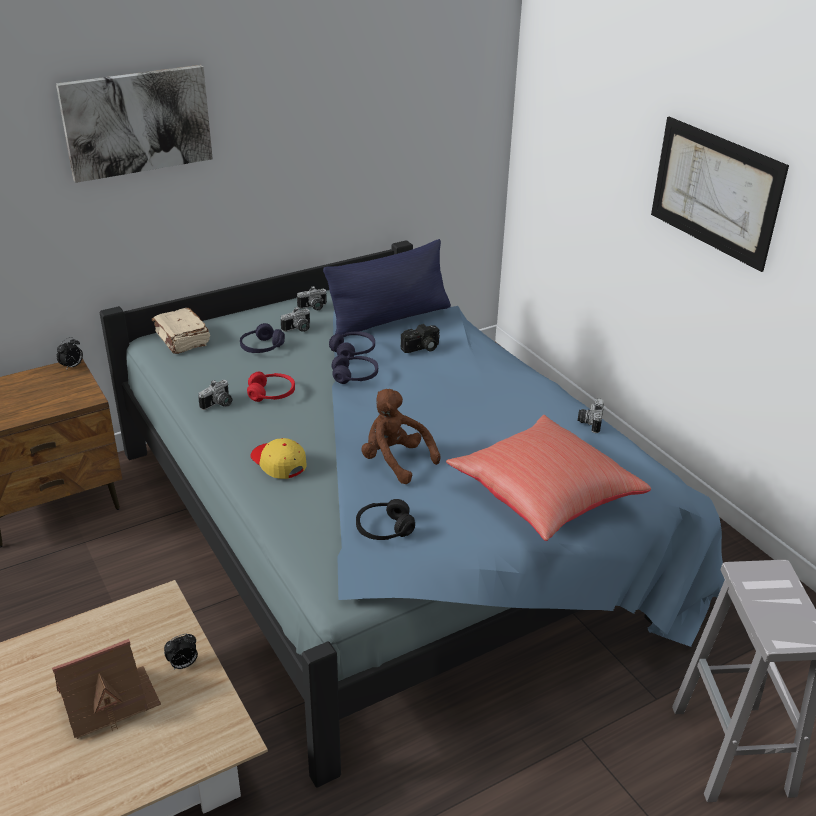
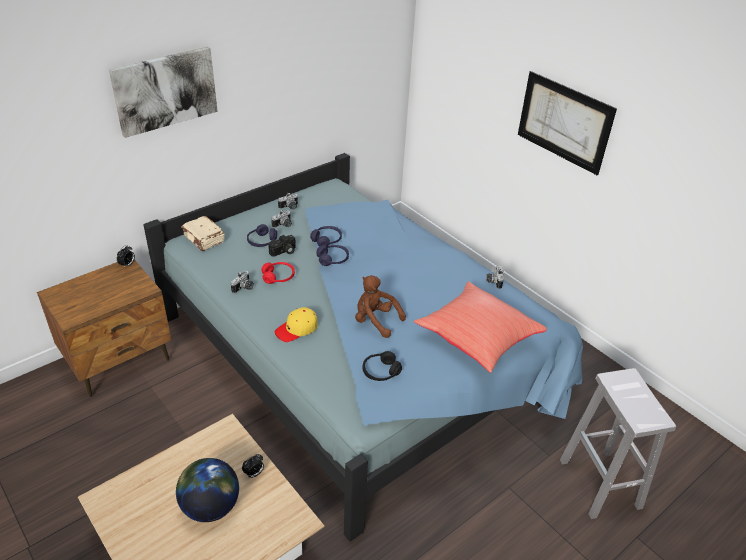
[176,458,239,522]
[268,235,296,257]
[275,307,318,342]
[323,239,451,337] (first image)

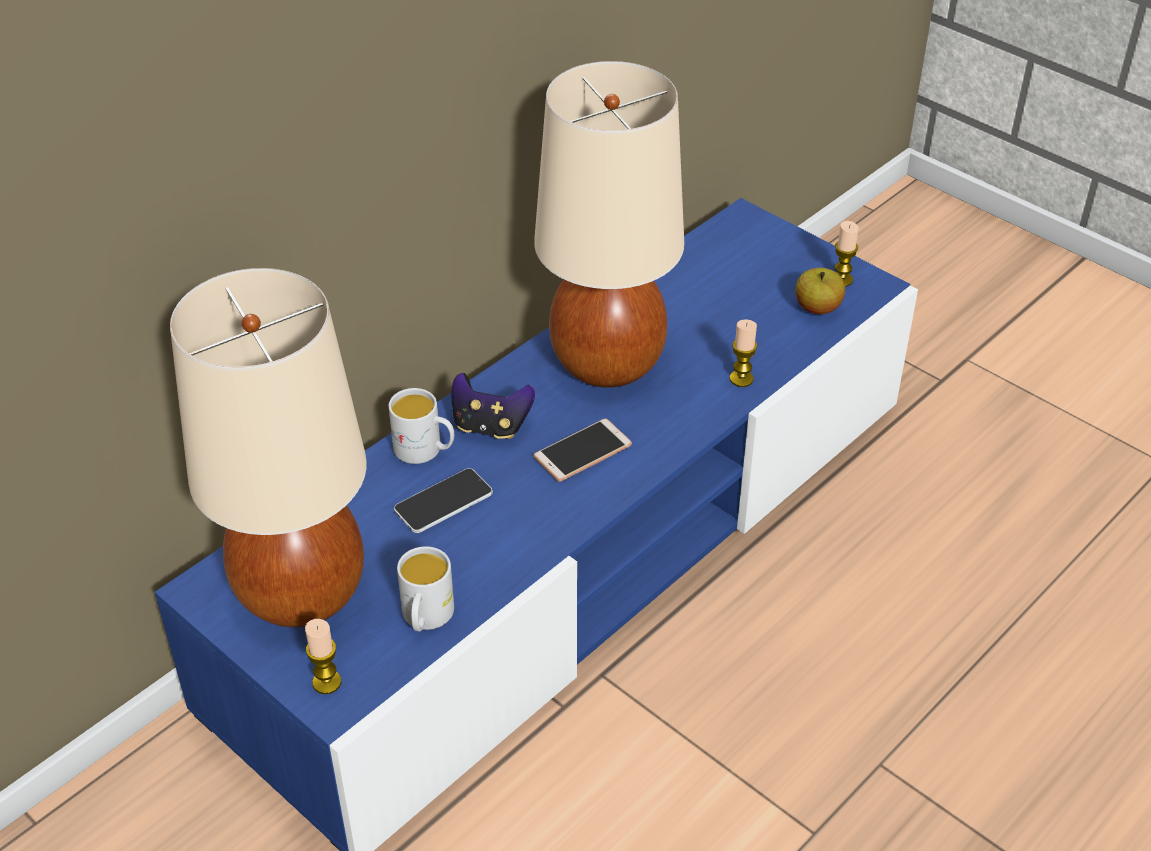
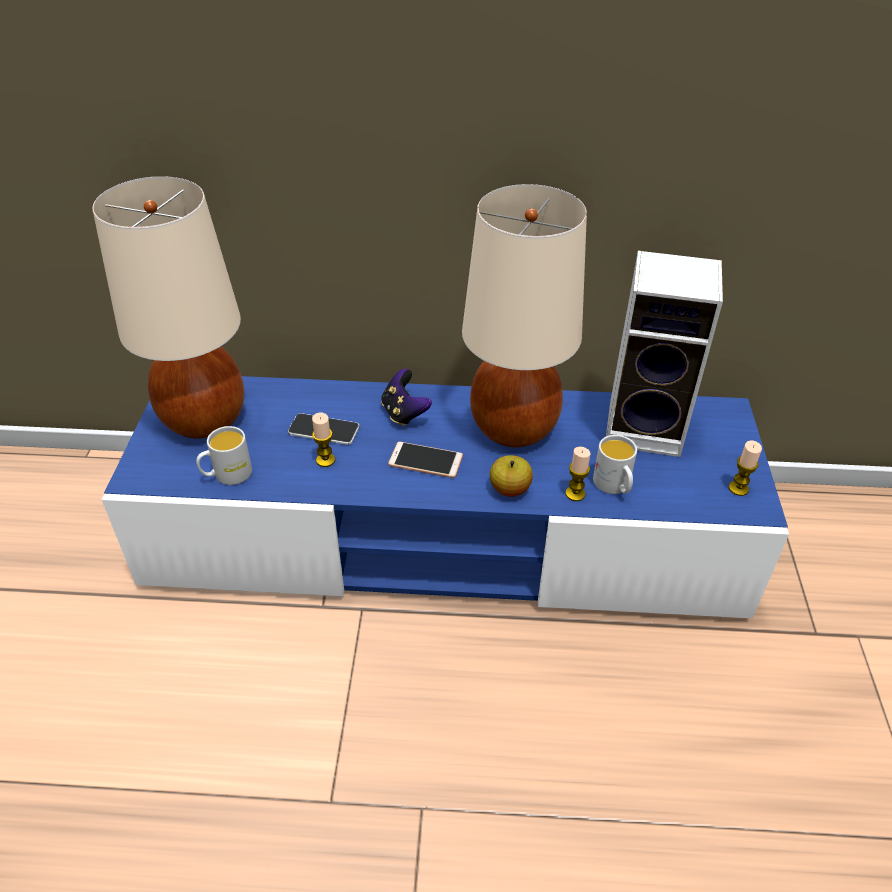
[312,413,335,467]
[490,455,533,497]
[593,435,637,494]
[606,251,723,457]

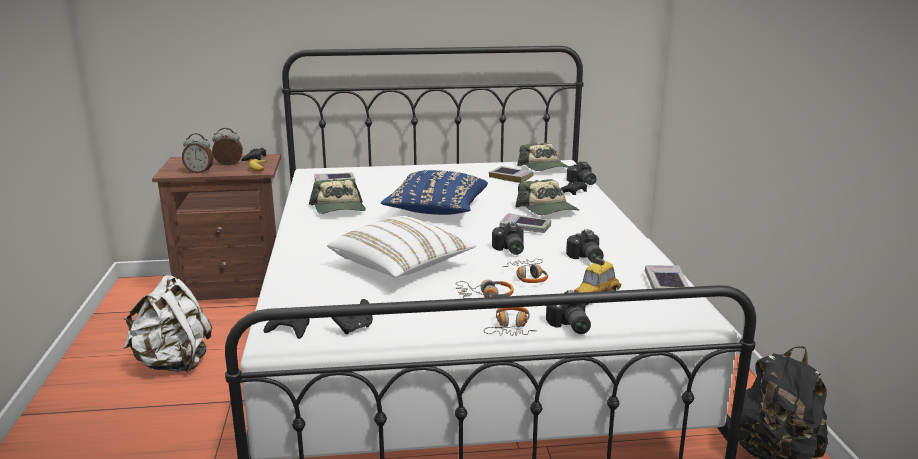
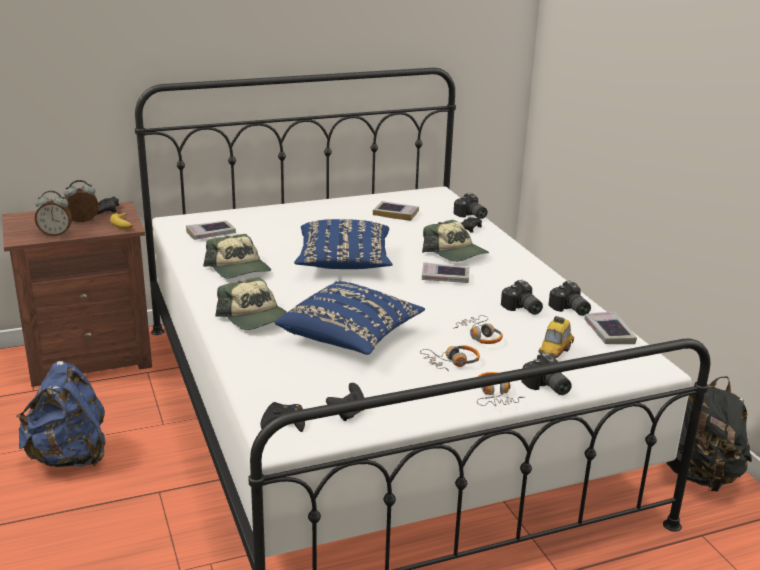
[16,361,106,467]
[215,277,287,330]
[275,281,425,355]
[548,281,591,316]

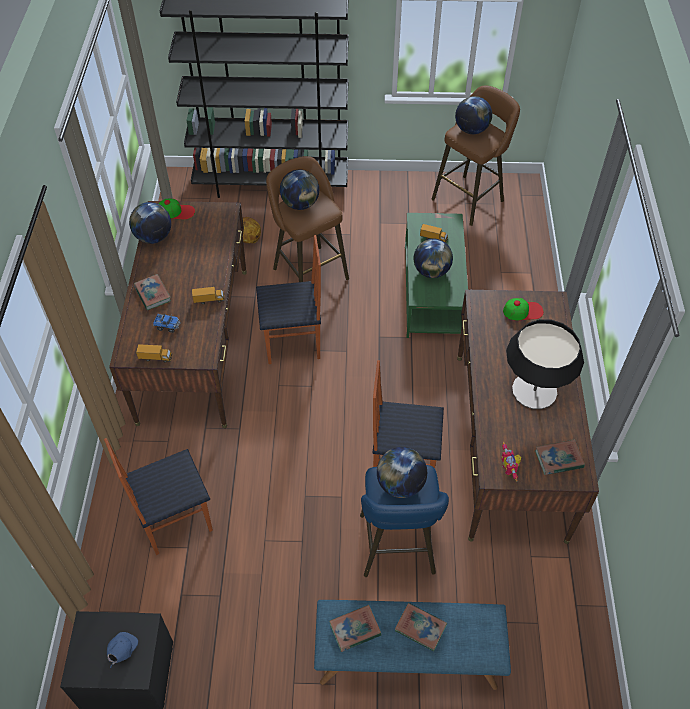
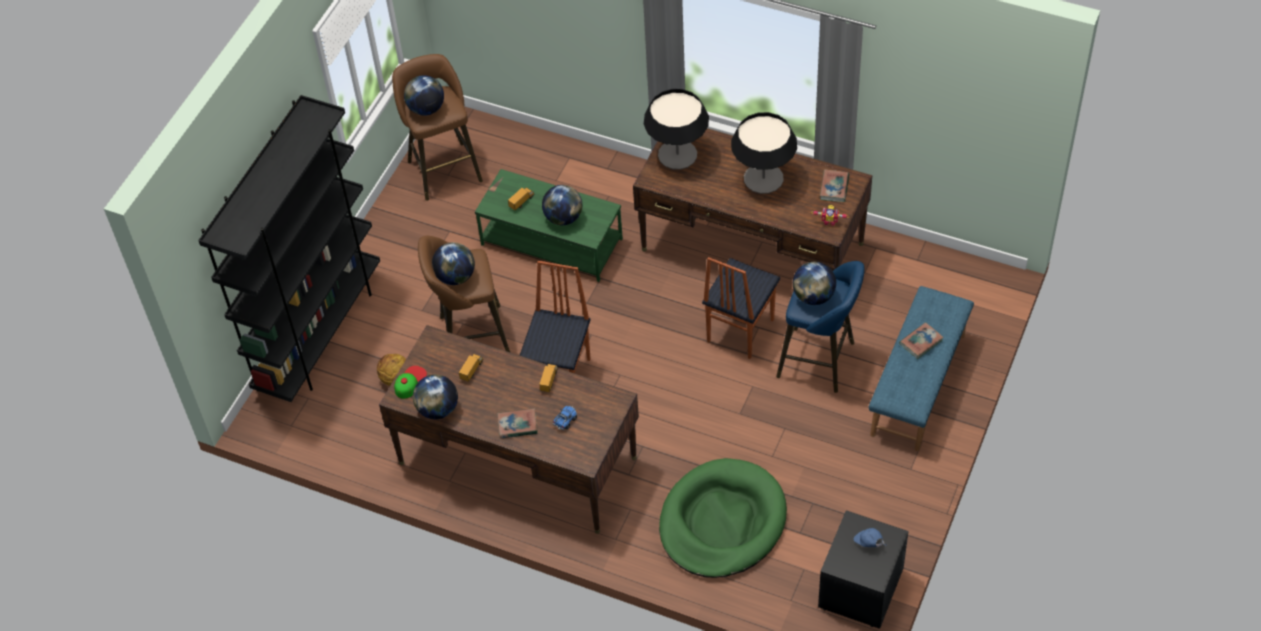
[459,354,483,382]
[644,89,709,170]
[659,458,787,578]
[329,605,381,652] (first image)

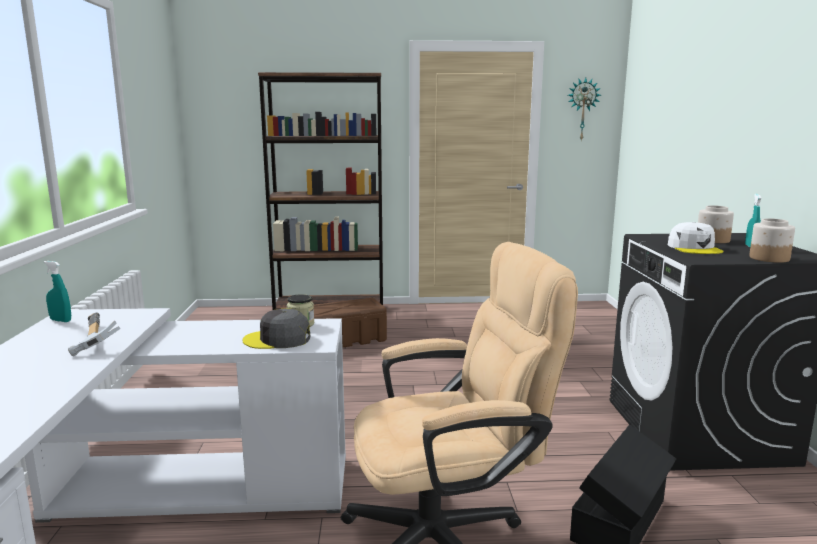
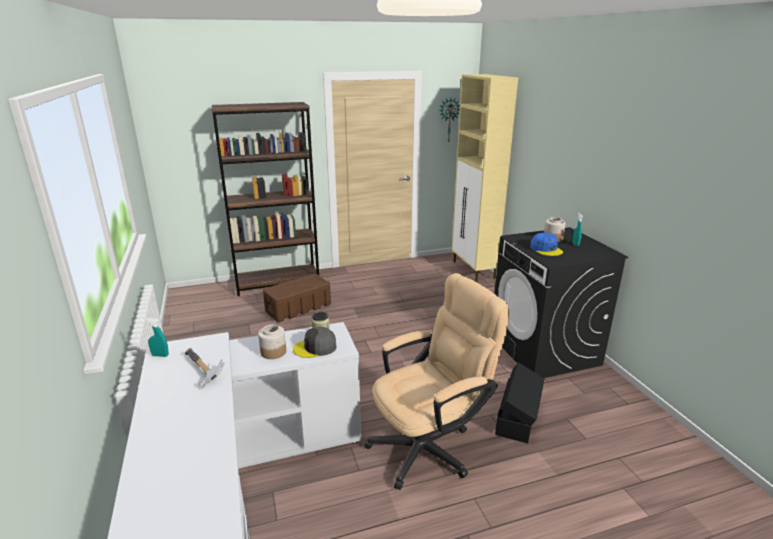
[258,324,286,359]
[452,74,518,282]
[530,233,563,256]

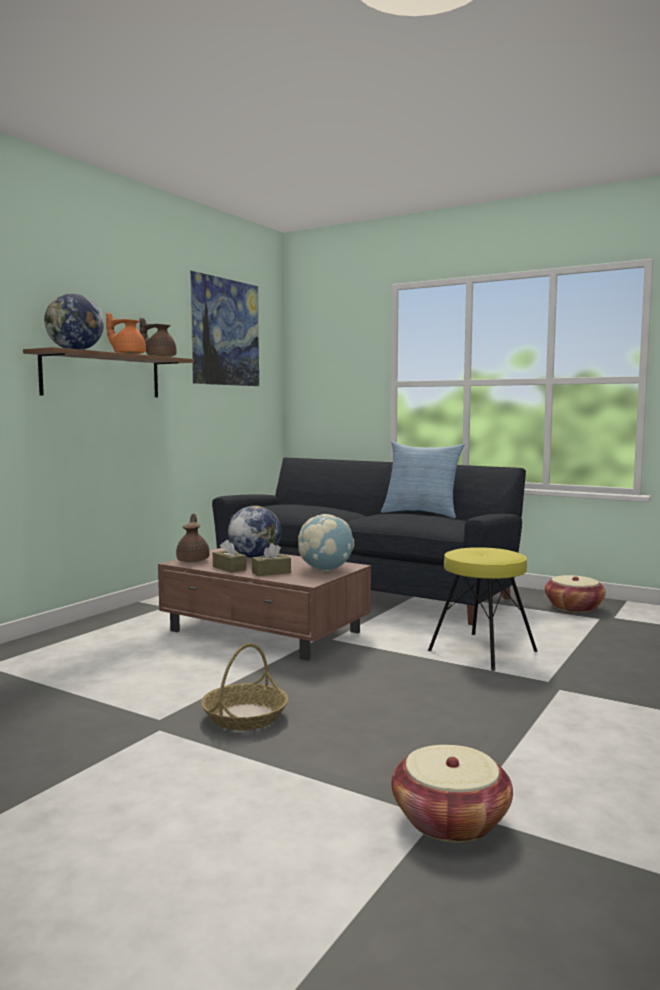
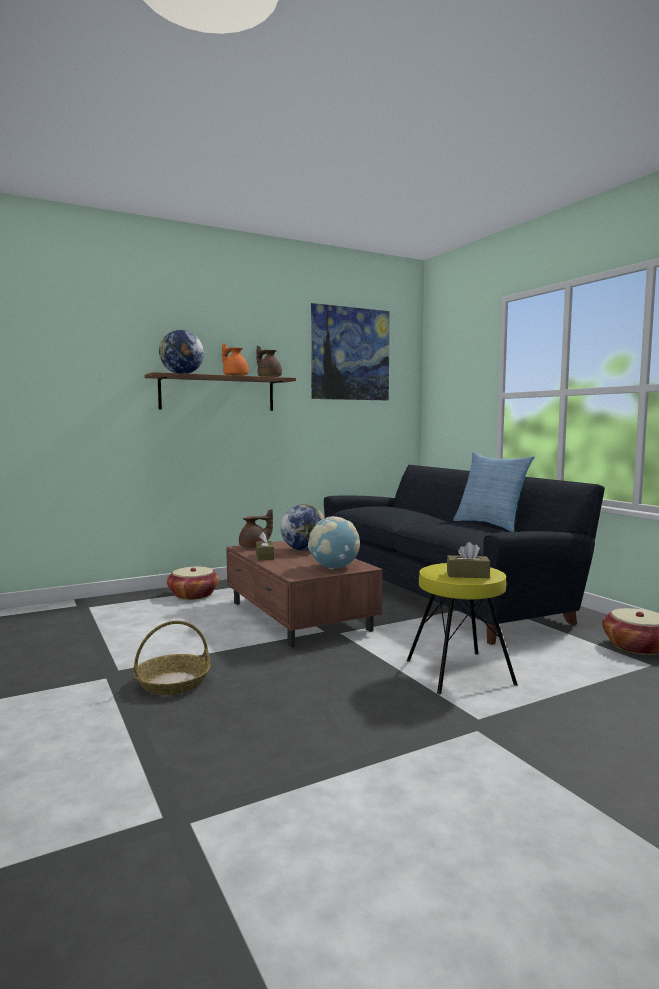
[167,566,219,600]
[239,509,273,548]
[447,542,490,578]

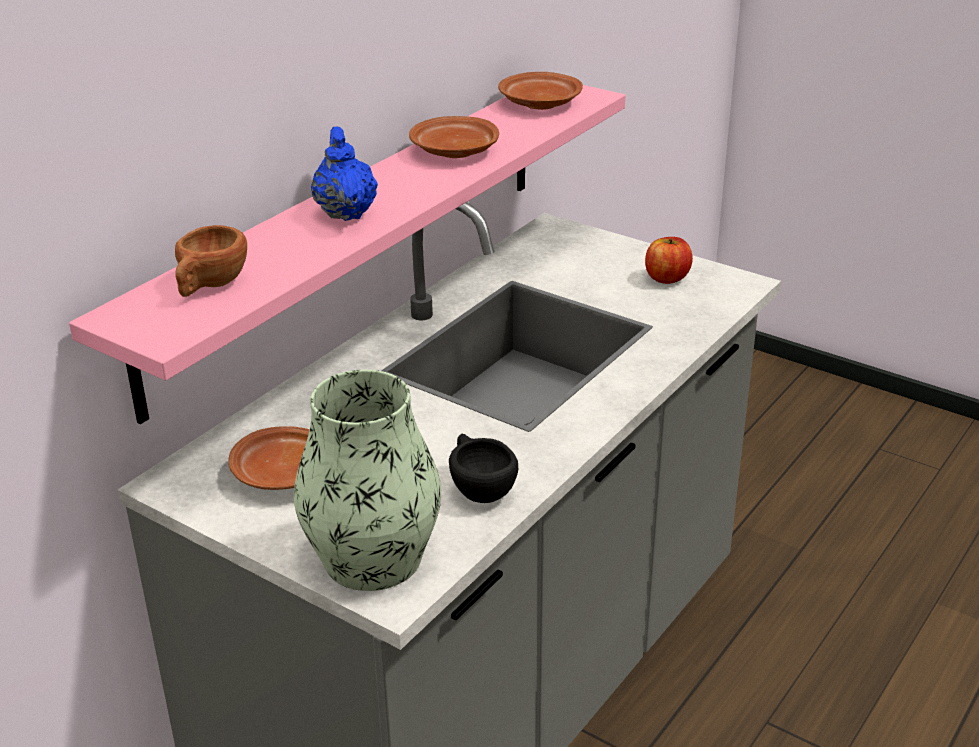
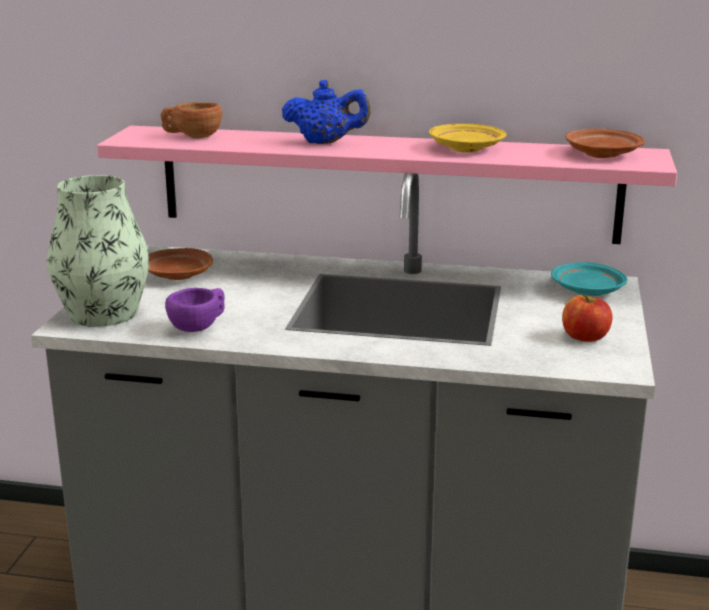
[165,288,225,332]
[282,80,371,144]
[429,124,507,153]
[551,262,628,296]

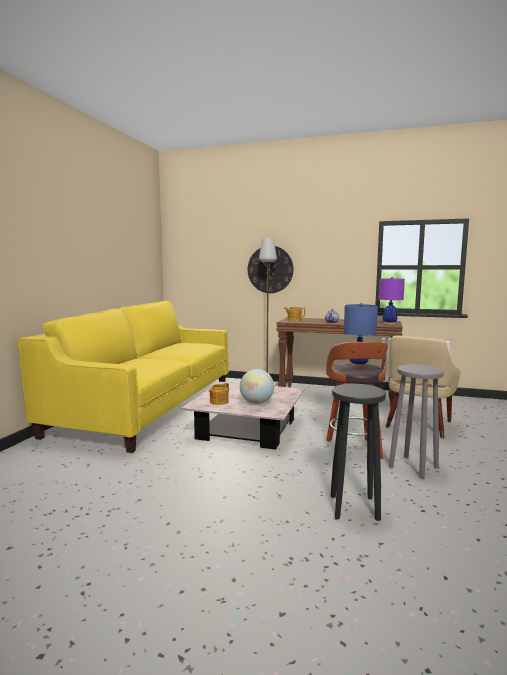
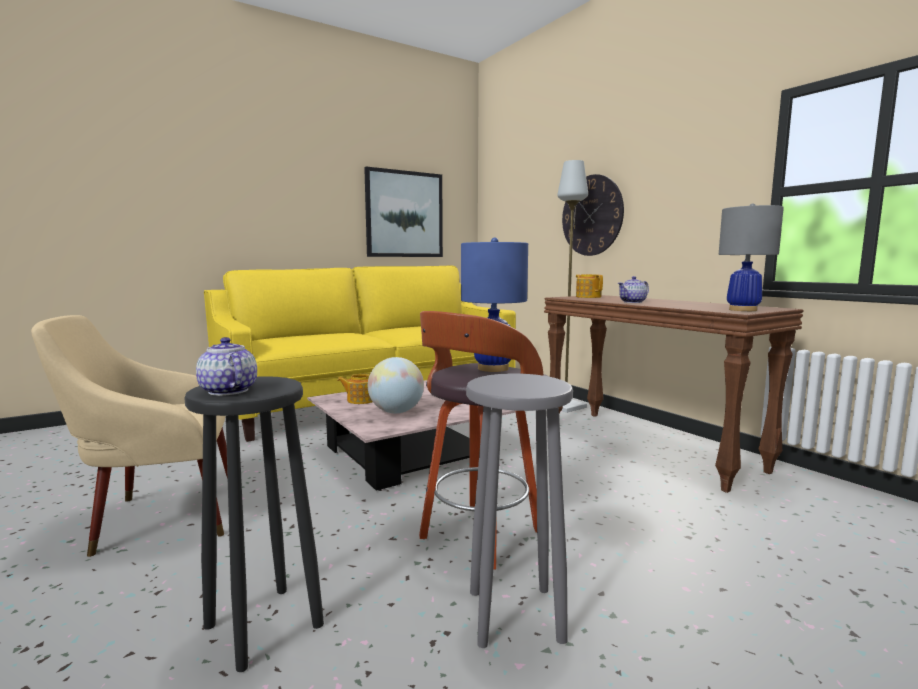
[31,315,228,557]
[196,337,257,396]
[364,167,443,257]
[719,203,784,311]

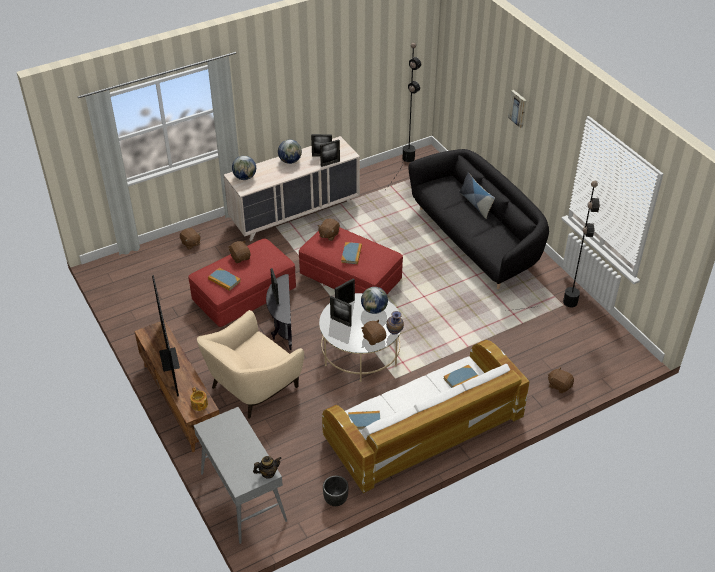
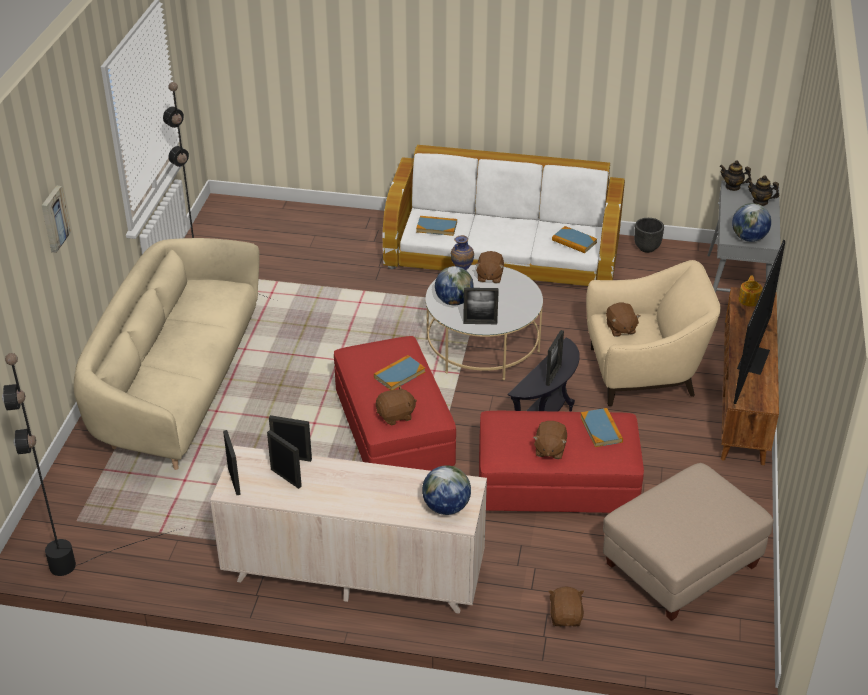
[74,238,260,470]
[223,430,241,495]
[603,463,774,621]
[606,303,640,337]
[732,203,771,242]
[747,175,779,206]
[459,172,495,219] (first image)

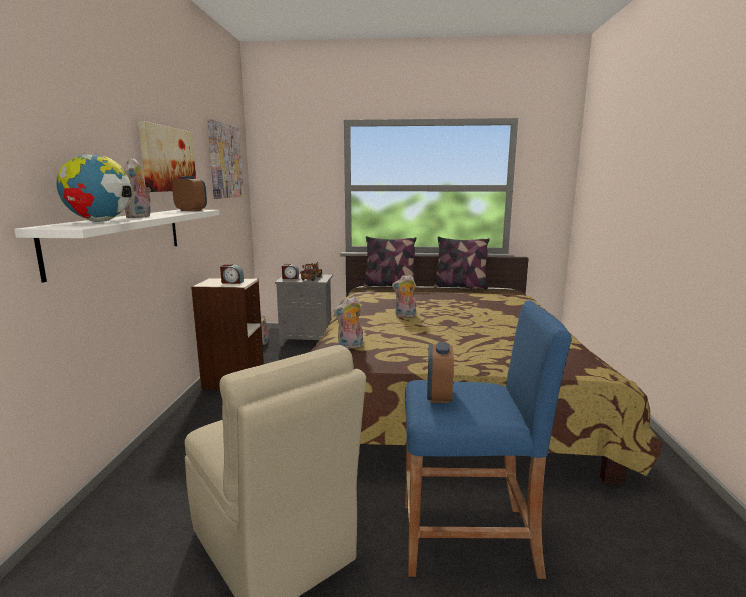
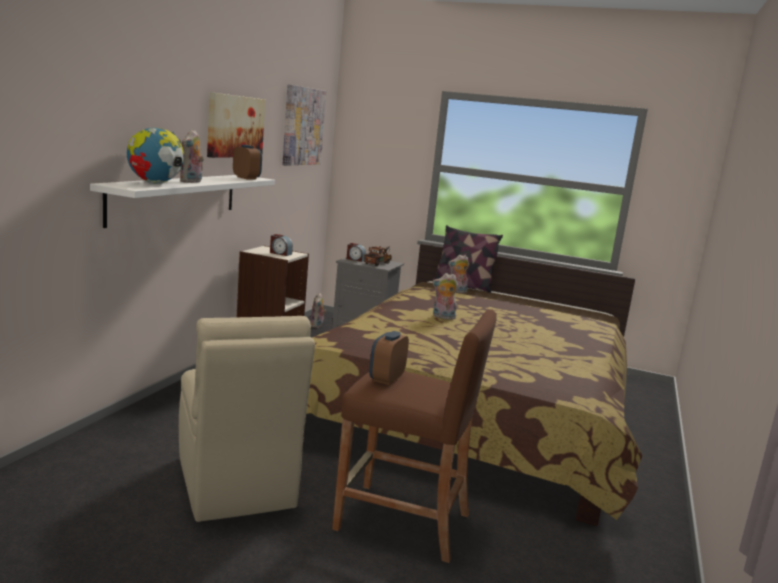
[332,310,497,563]
[448,255,469,293]
[434,236,490,289] (first image)

